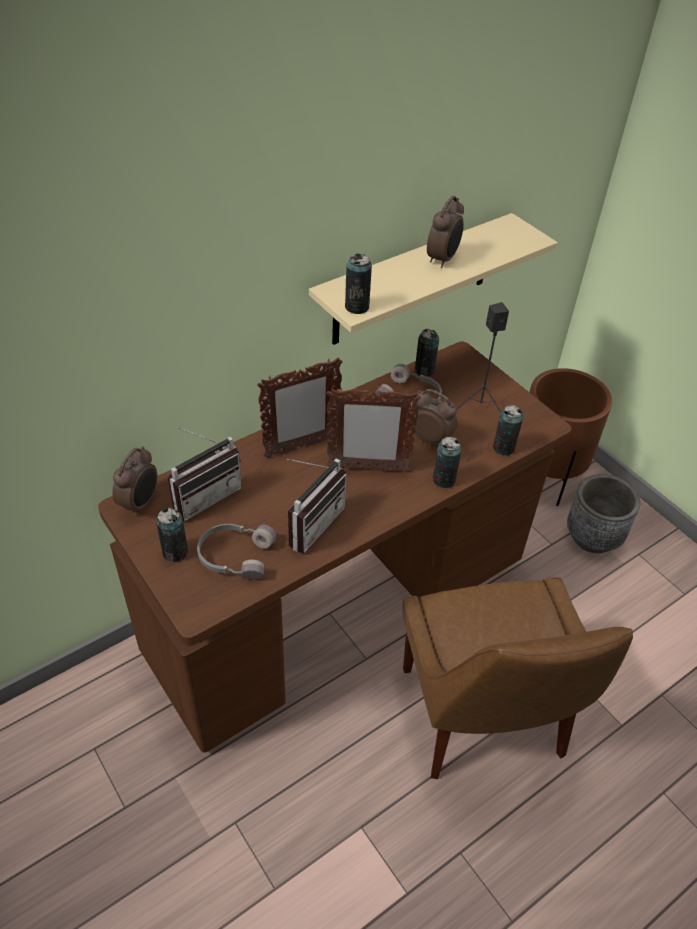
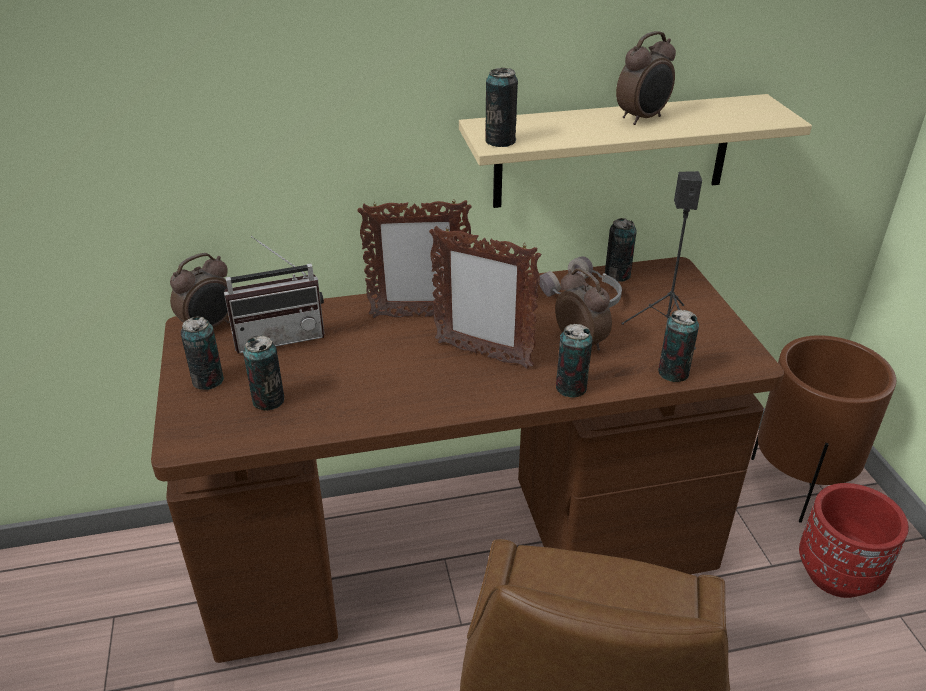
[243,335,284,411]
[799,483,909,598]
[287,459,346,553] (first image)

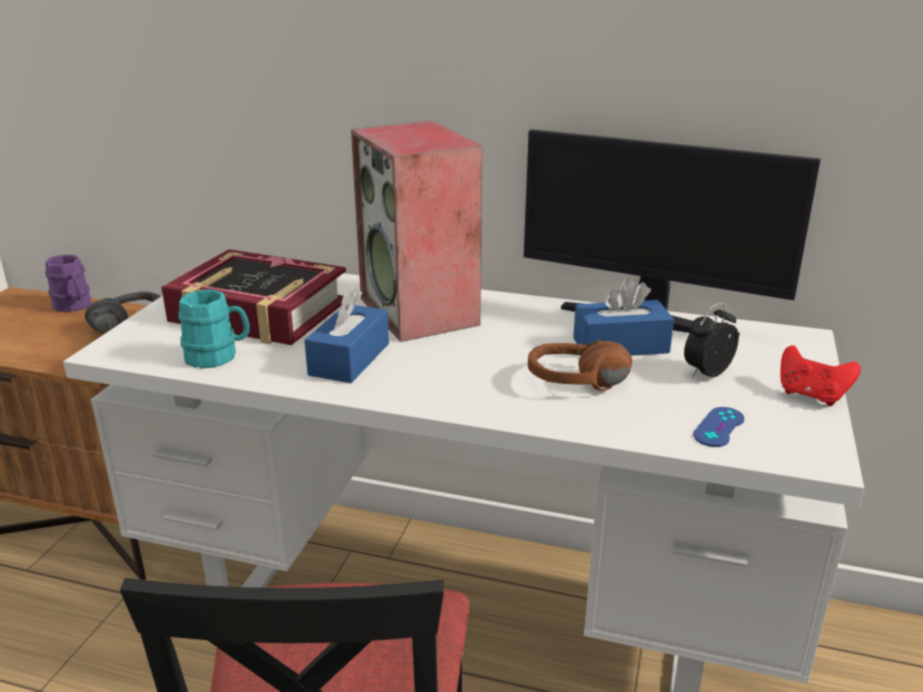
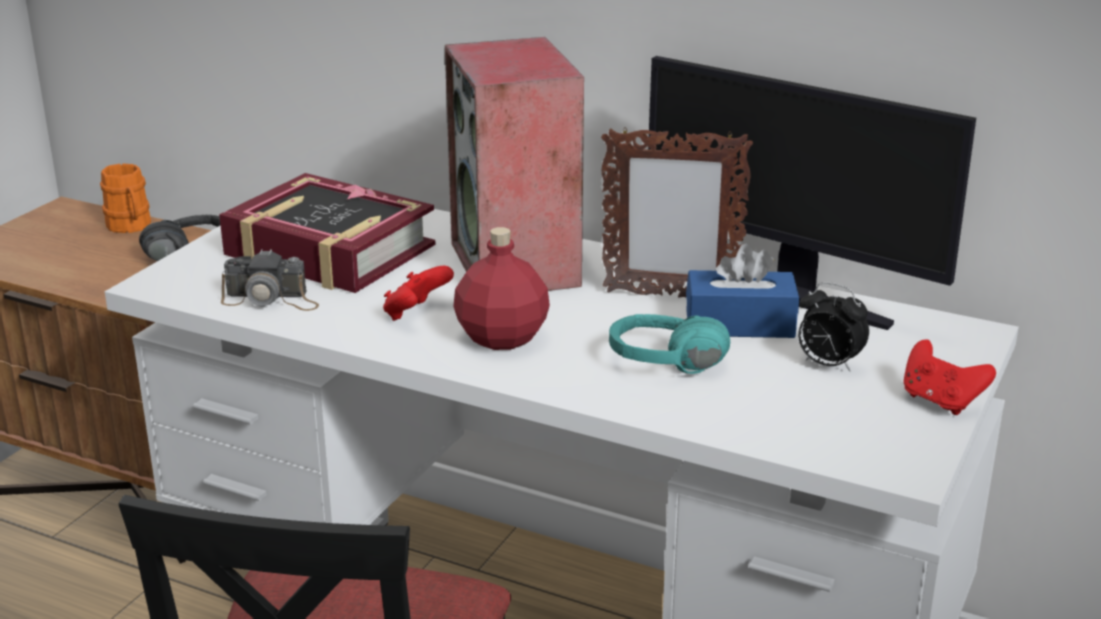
[100,163,151,233]
[221,249,319,311]
[383,266,454,321]
[453,227,550,350]
[601,127,753,298]
[609,314,730,374]
[798,282,869,372]
[693,407,745,447] (first image)

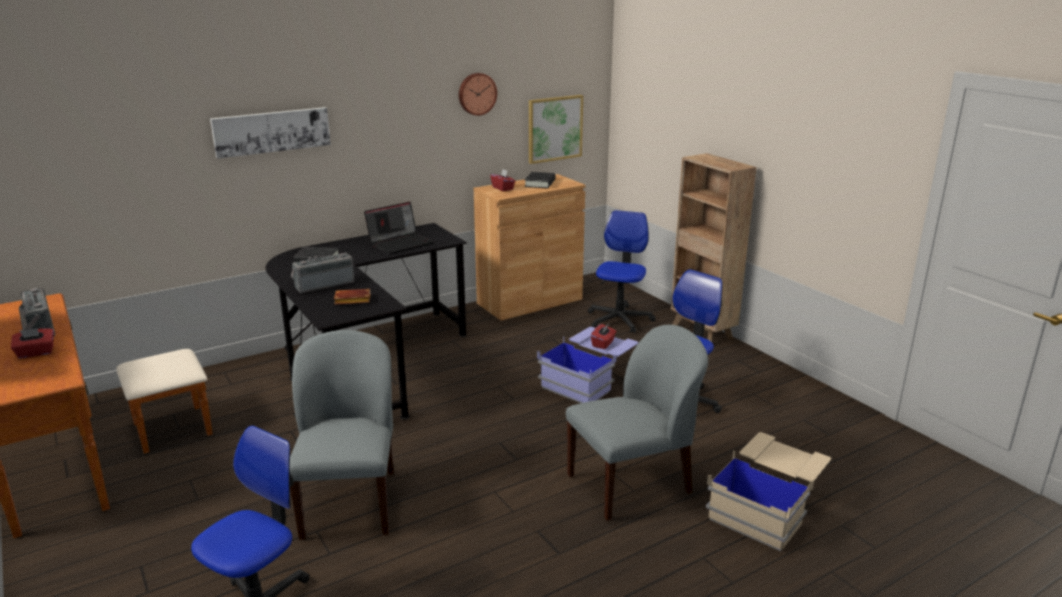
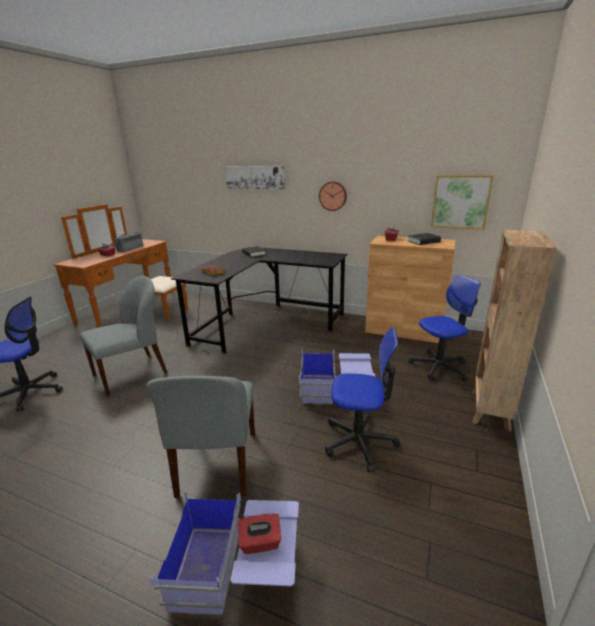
[146,376,255,498]
[150,491,299,615]
[238,513,281,554]
[319,181,347,211]
[291,253,355,293] (first image)
[364,202,434,254] (first image)

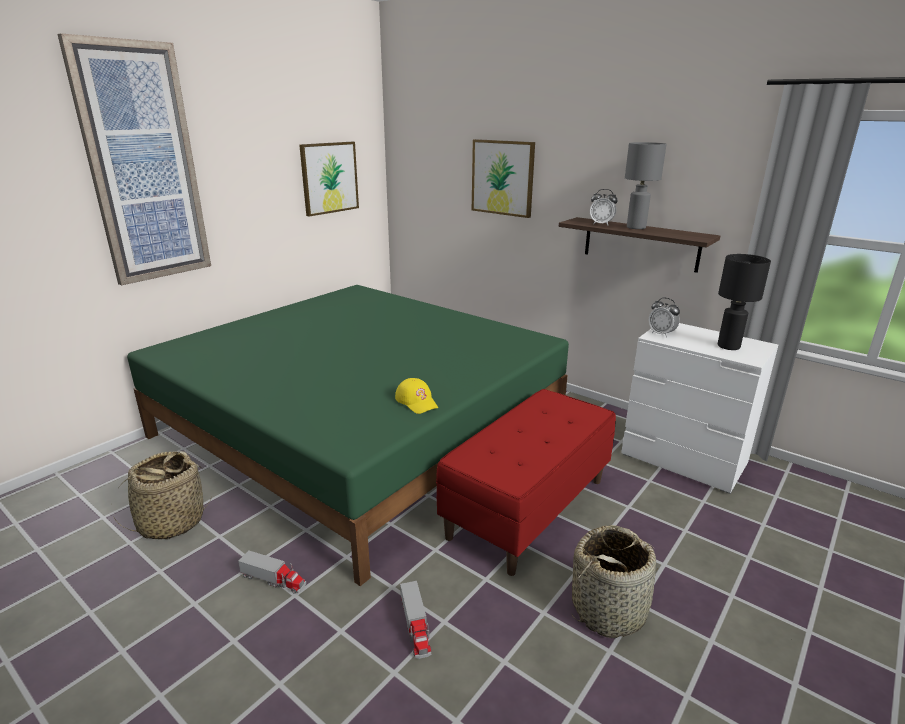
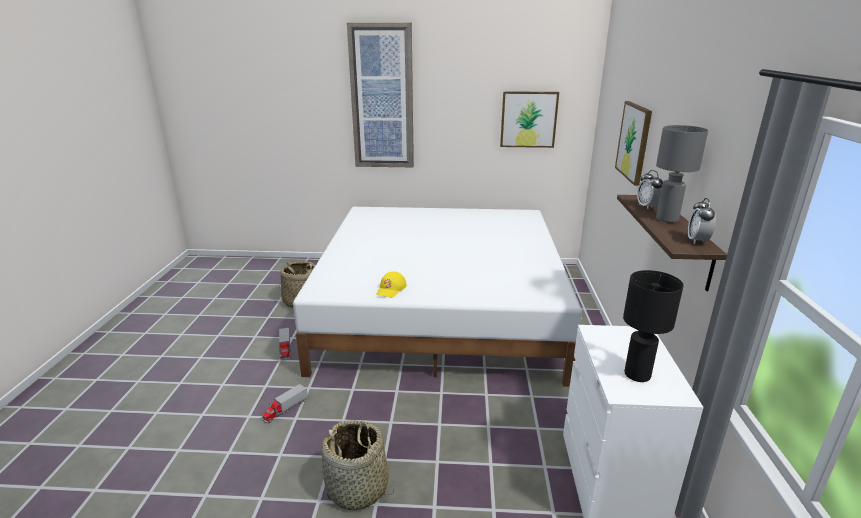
[293,207,582,387]
[688,198,716,244]
[436,389,616,576] (first image)

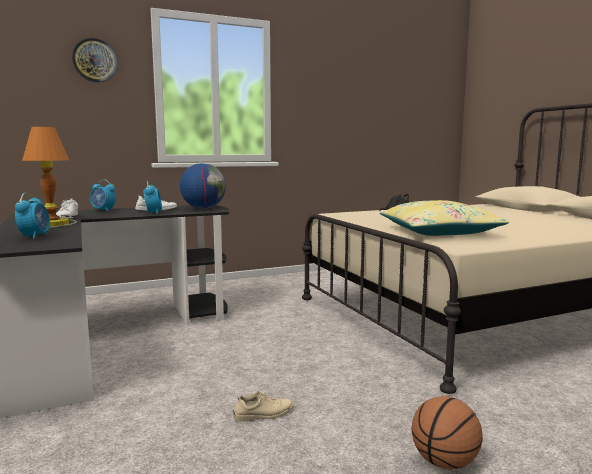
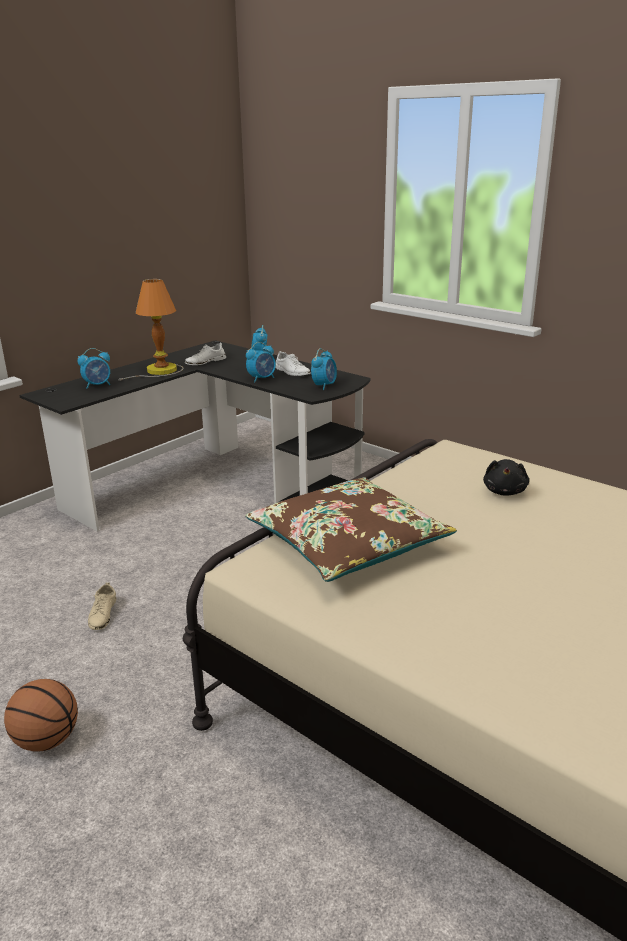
[88,583,116,630]
[245,477,457,582]
[311,348,337,390]
[72,38,117,82] (first image)

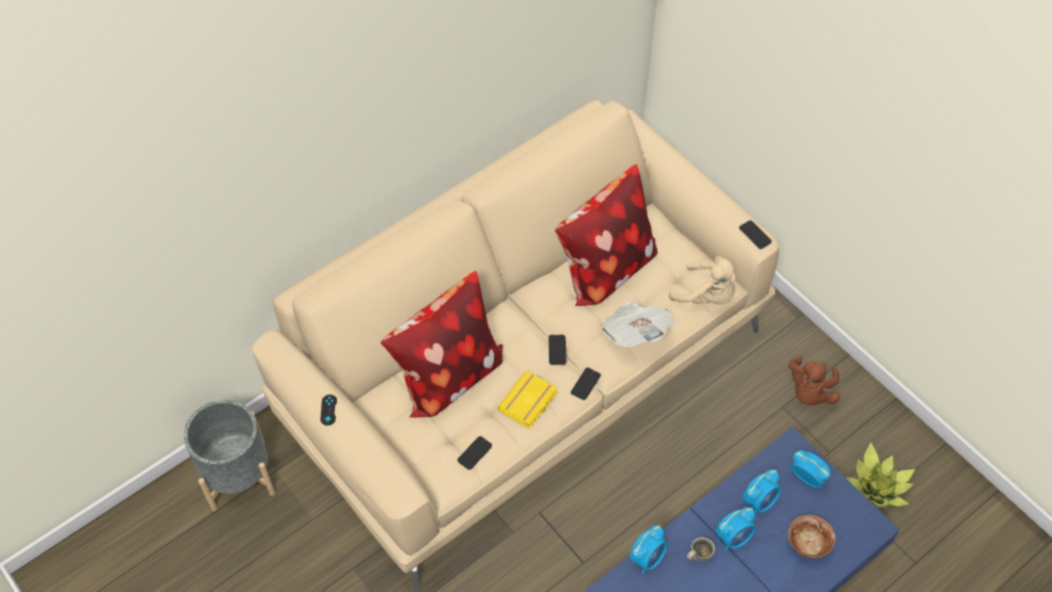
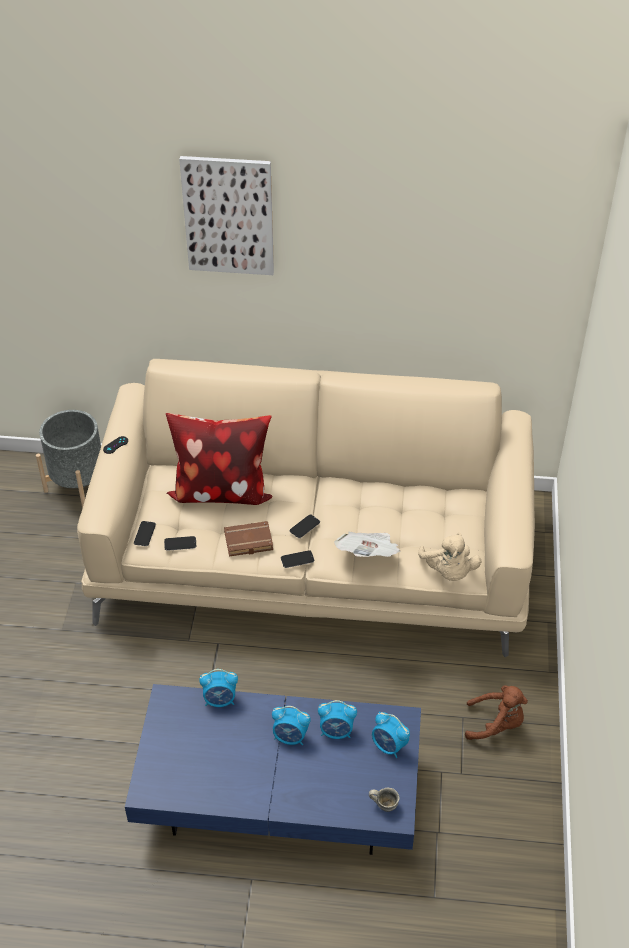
[134,521,156,546]
[179,156,274,275]
[224,521,273,556]
[369,788,400,812]
[372,712,410,758]
[465,685,528,740]
[555,164,658,306] (first image)
[788,515,835,558] (first image)
[845,442,915,508] (first image)

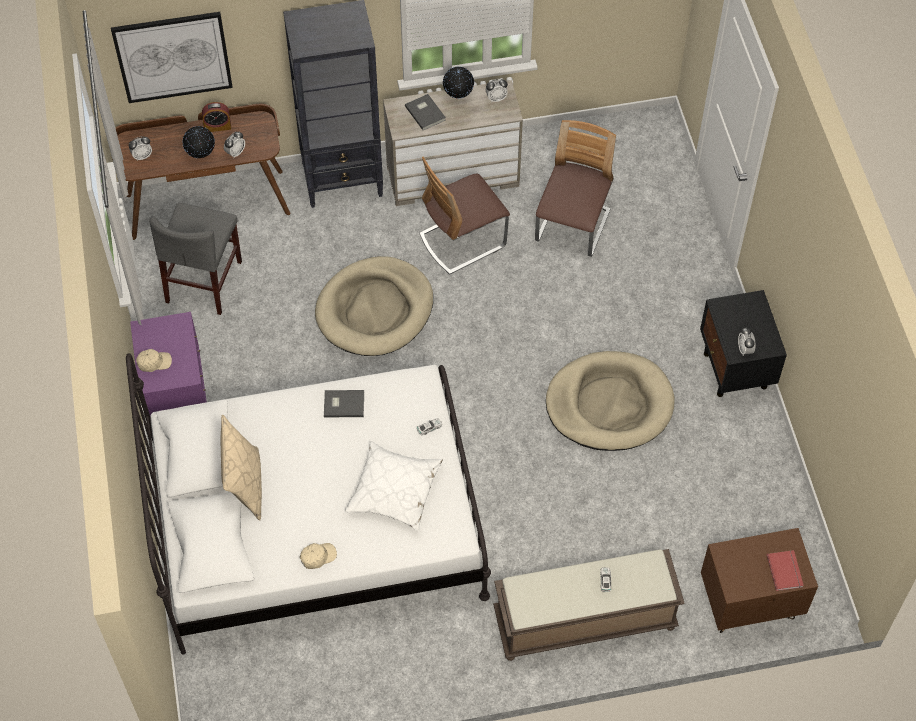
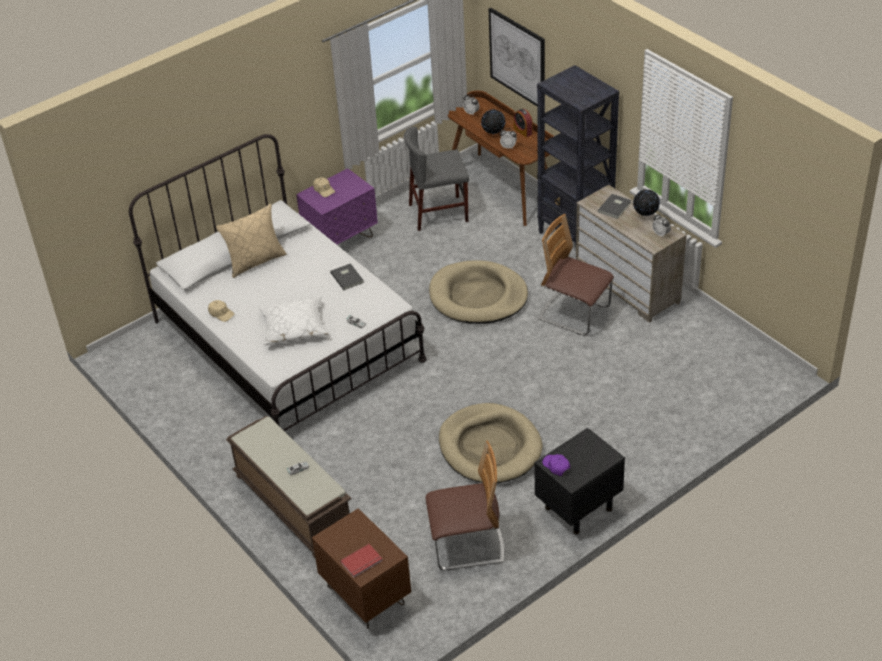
[425,441,504,571]
[542,454,570,476]

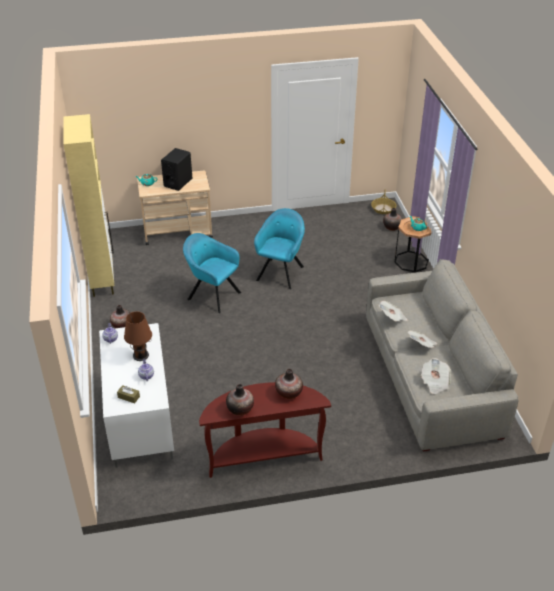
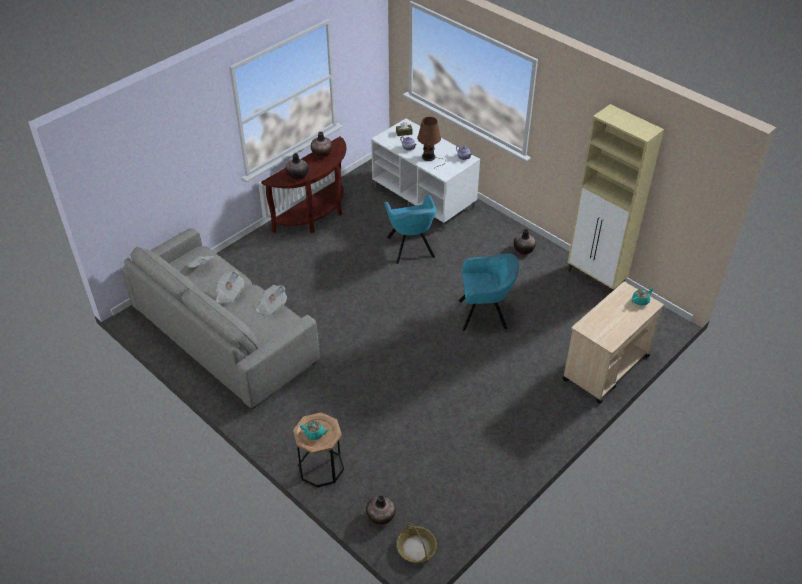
[385,195,437,264]
[161,148,192,191] (first image)

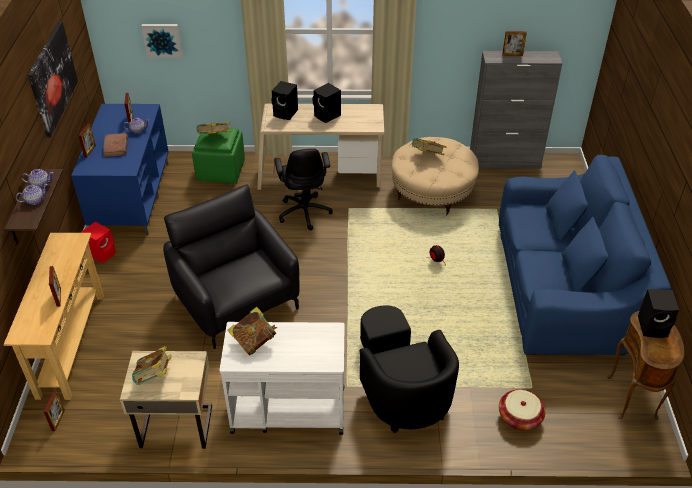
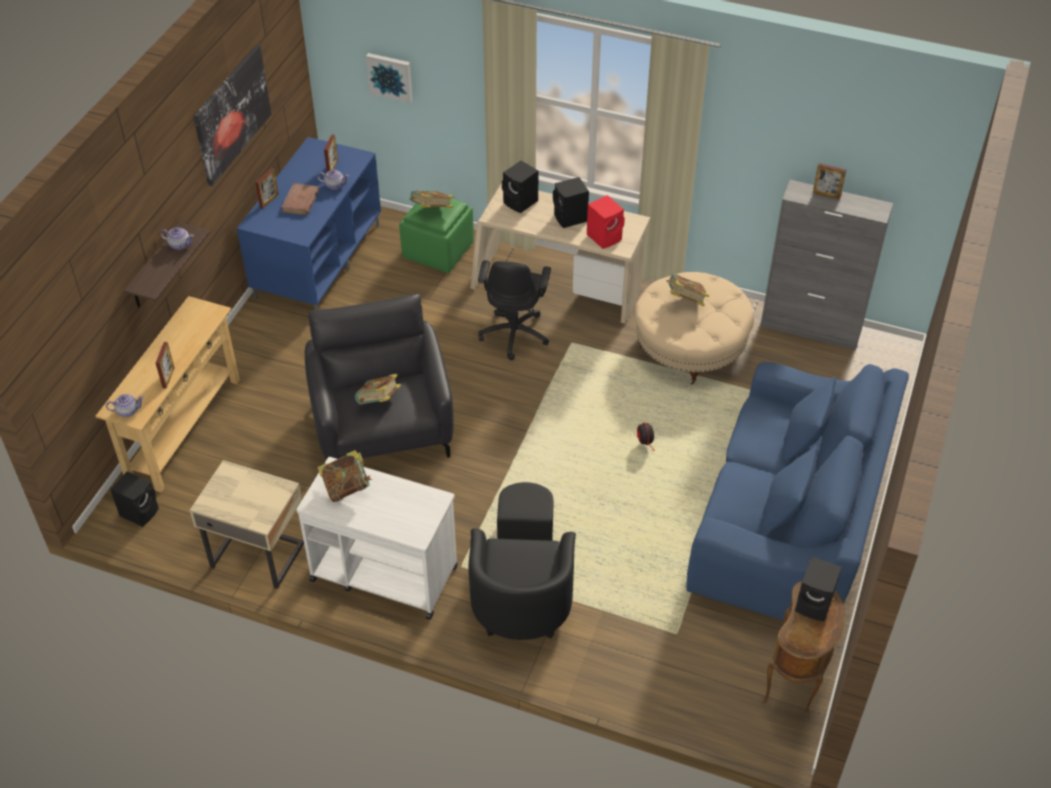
[106,394,144,417]
[110,471,159,527]
[355,374,401,404]
[587,195,625,249]
[499,389,546,430] (first image)

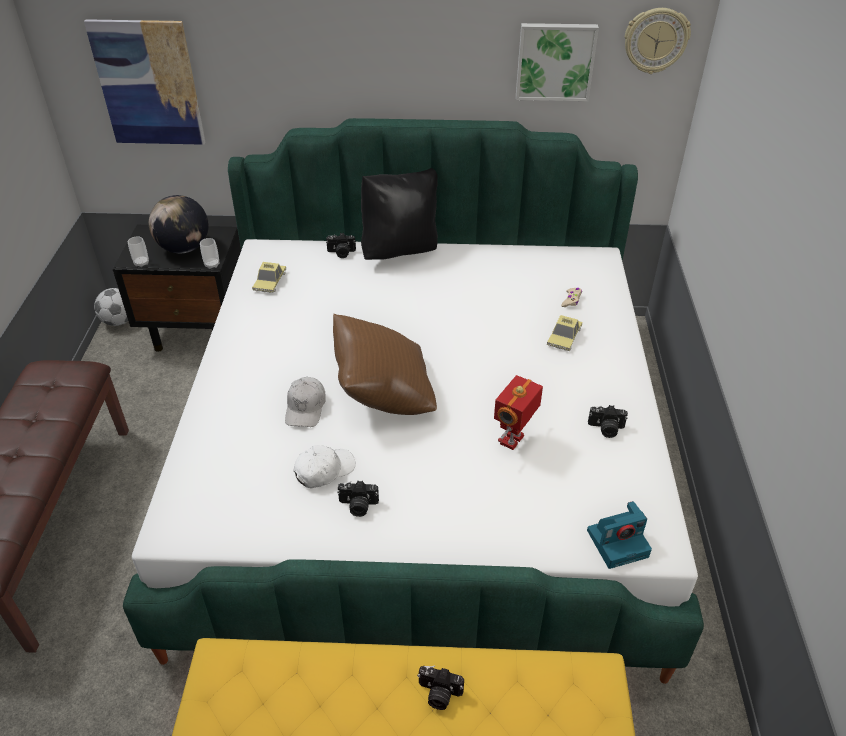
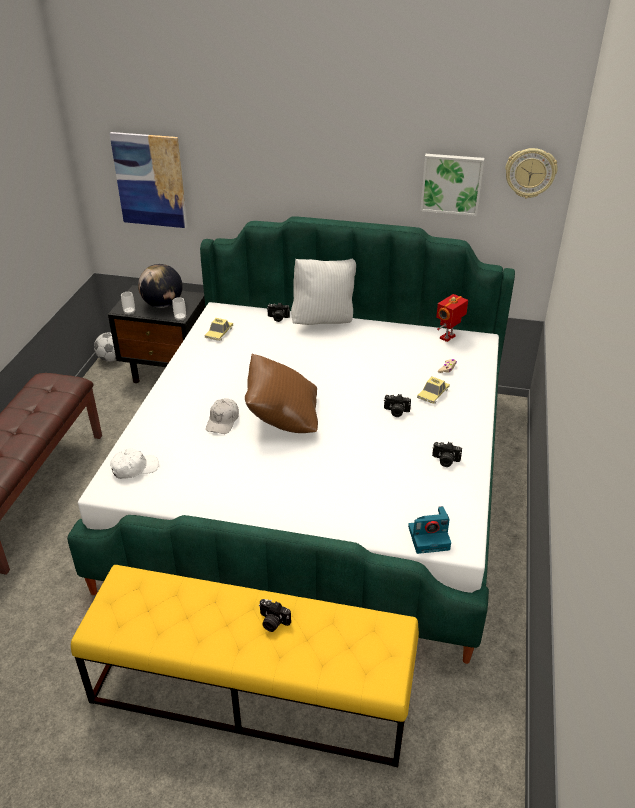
[110,448,159,479]
[291,259,356,325]
[384,394,411,417]
[436,294,468,342]

